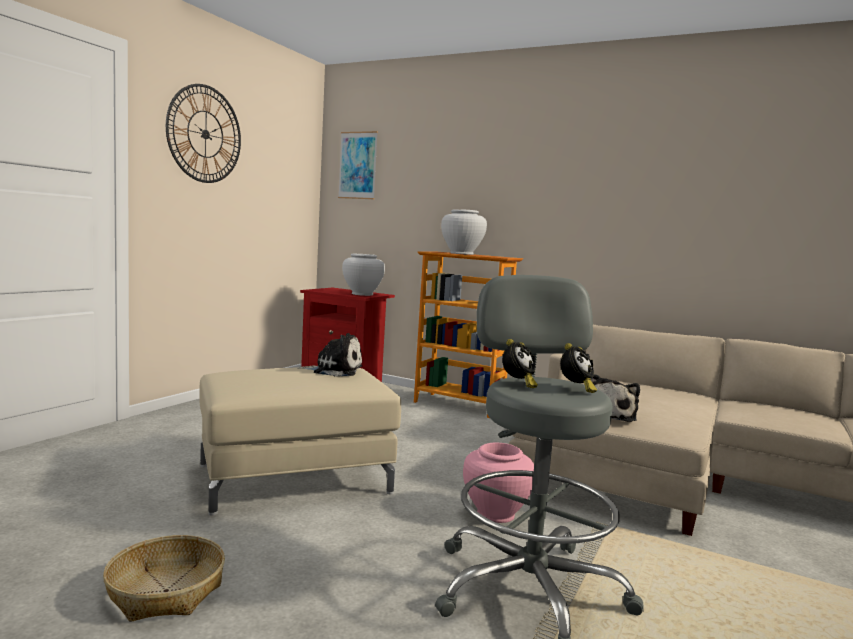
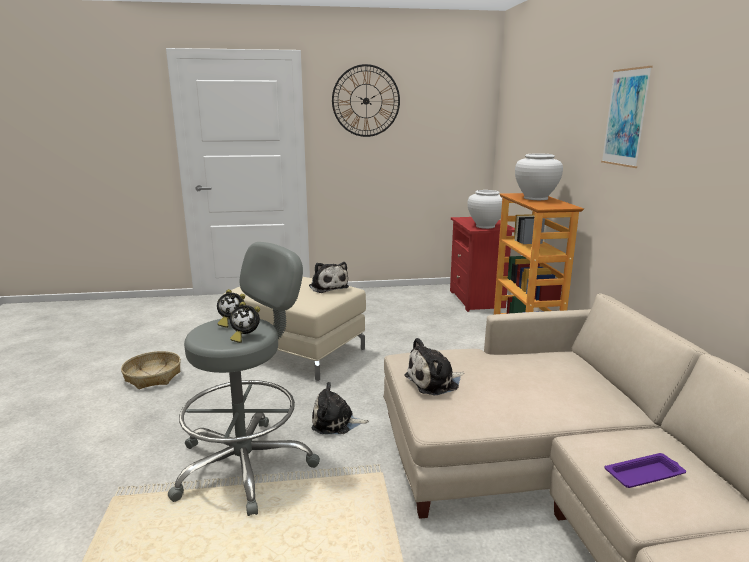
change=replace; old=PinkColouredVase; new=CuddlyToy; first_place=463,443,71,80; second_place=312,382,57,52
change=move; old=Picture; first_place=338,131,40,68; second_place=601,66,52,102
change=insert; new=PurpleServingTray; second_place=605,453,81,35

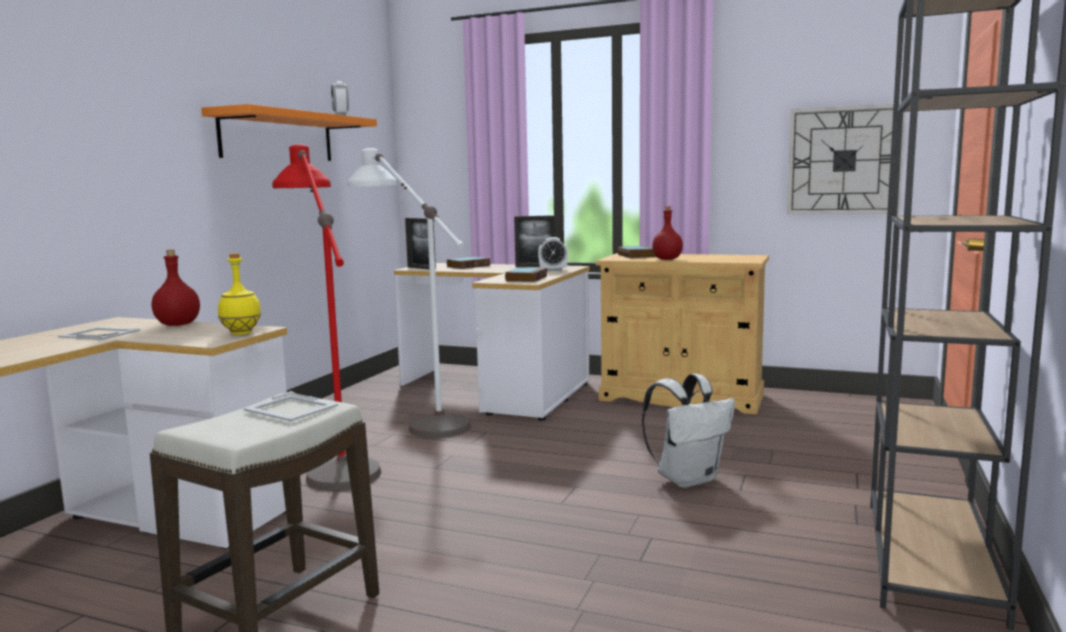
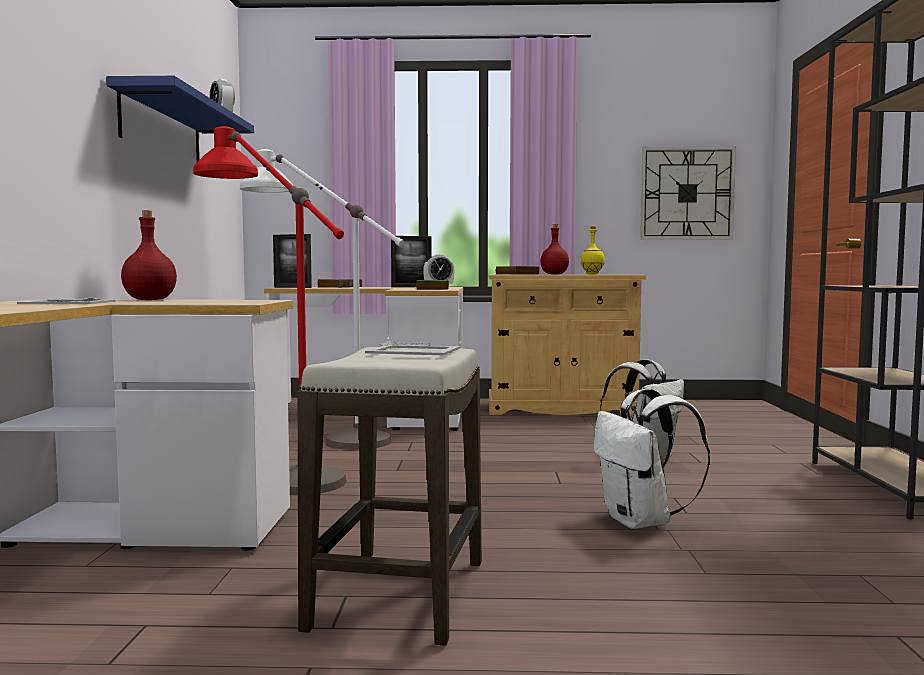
change=recolor; old=OrangeyWallShelf; new=BlueColouredWallShelf; first_place=201,104,176,57; second_place=106,76,148,86
change=move; old=YellowishDrinkBottle; first_place=218,253,43,82; second_place=581,226,24,48
change=insert; new=WhitishBackpack; second_place=594,388,116,141

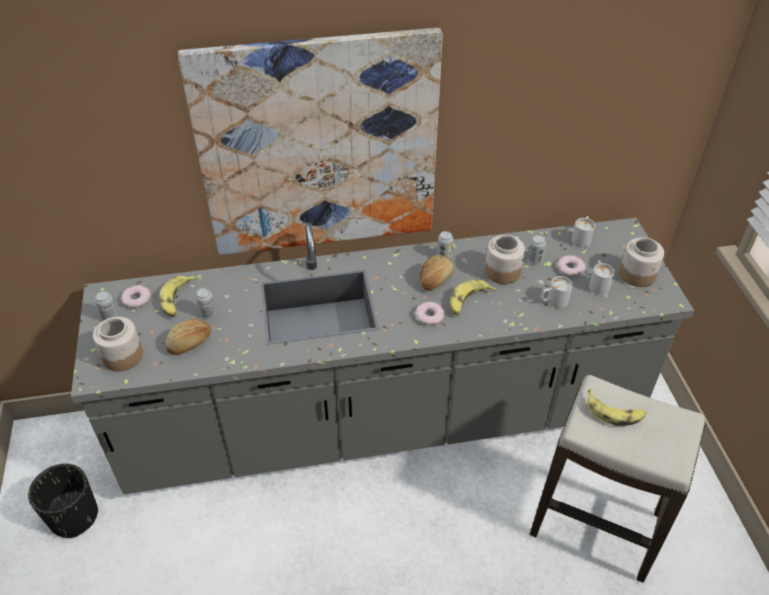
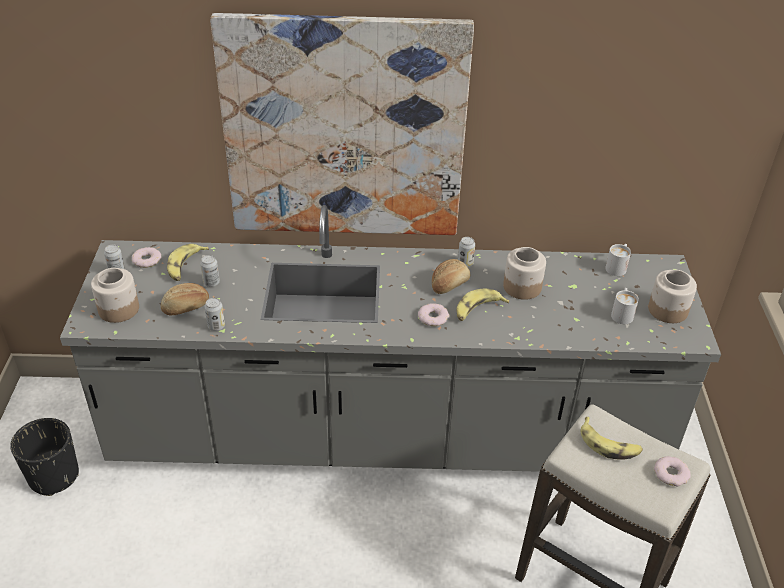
change=move; old=Can; first_place=528,235,18,29; second_place=205,298,20,33
change=move; old=RingDoughnut; first_place=557,255,29,21; second_place=654,456,37,30
change=delete; old=WhitishCoffeeMug; first_place=541,276,32,32

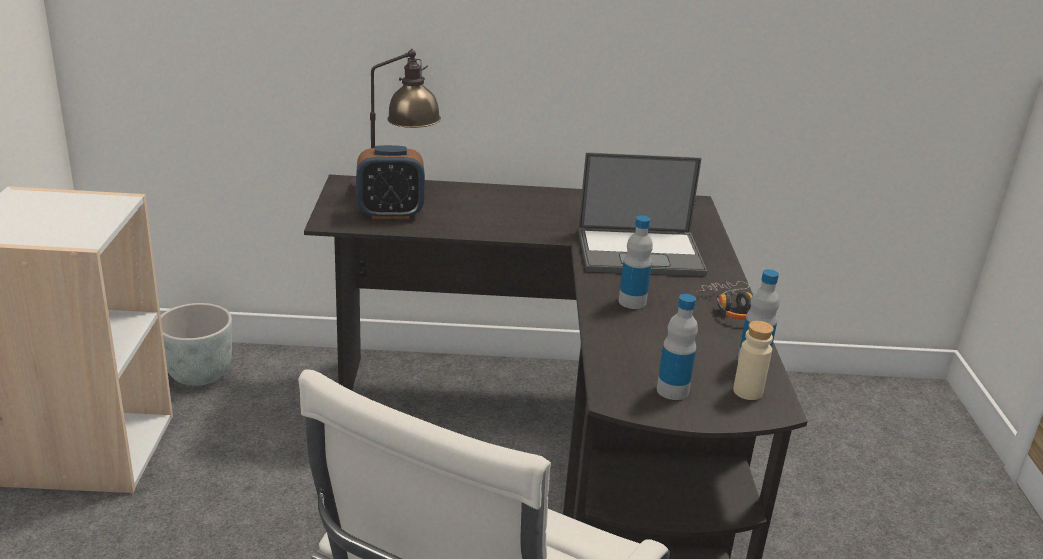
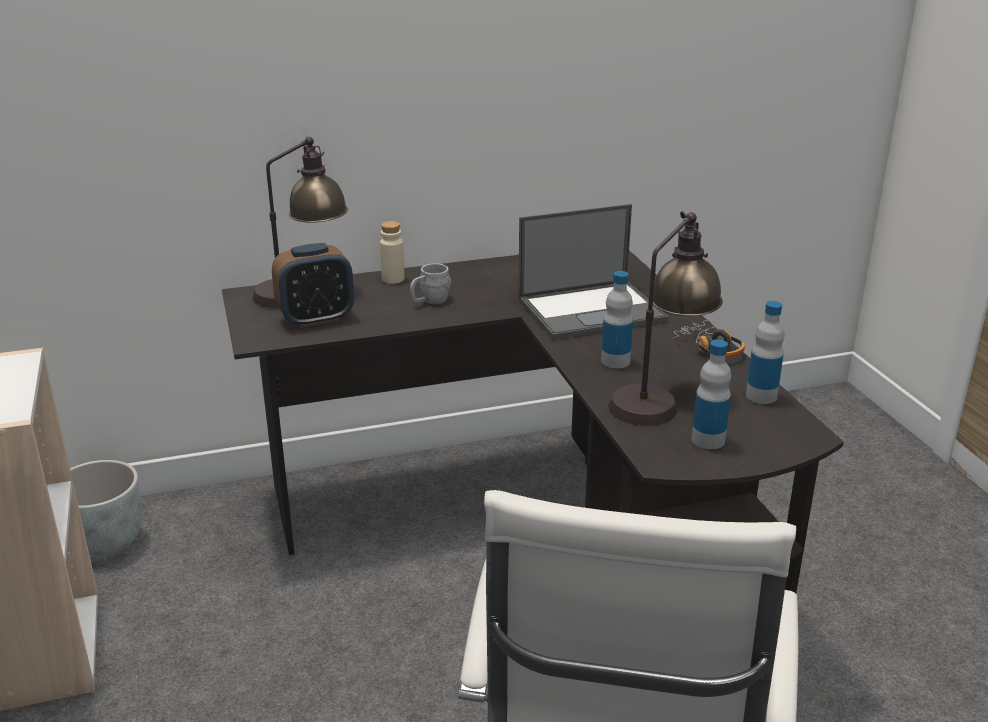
change=move; old=BeigeColouredDrinkBottle; first_place=733,321,41,79; second_place=380,221,24,63
change=insert; new=GreyCoffeeMug; second_place=410,263,41,41
change=insert; new=TabletopLamp; second_place=608,211,115,215

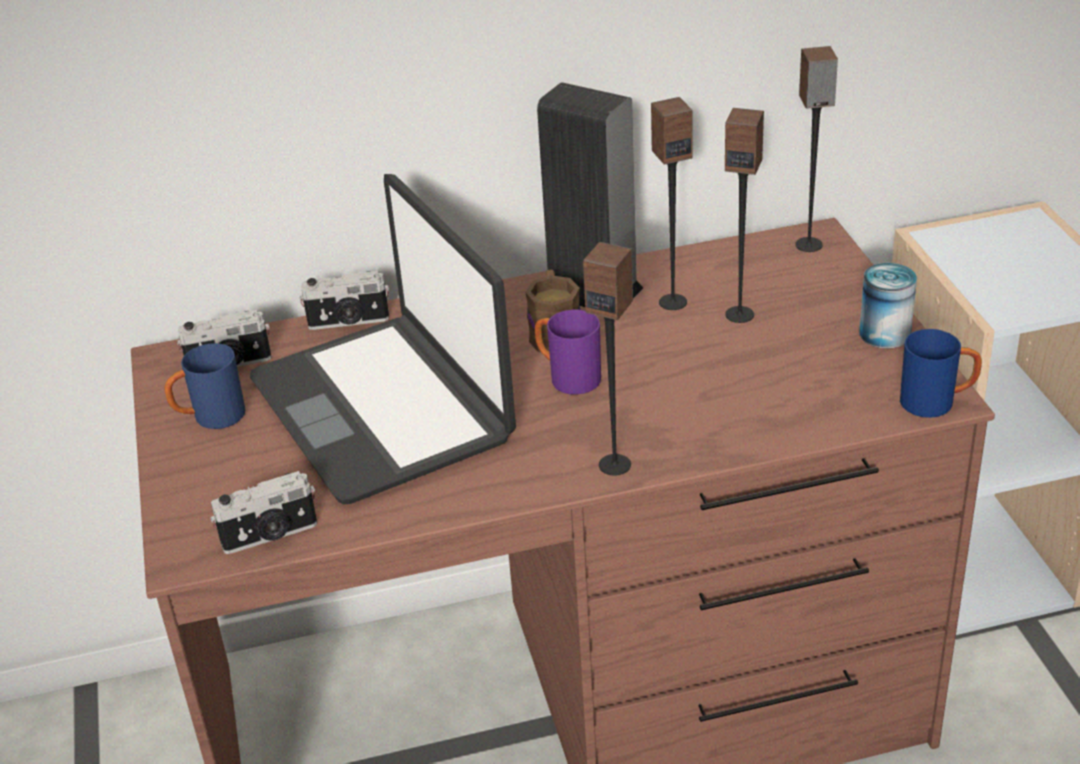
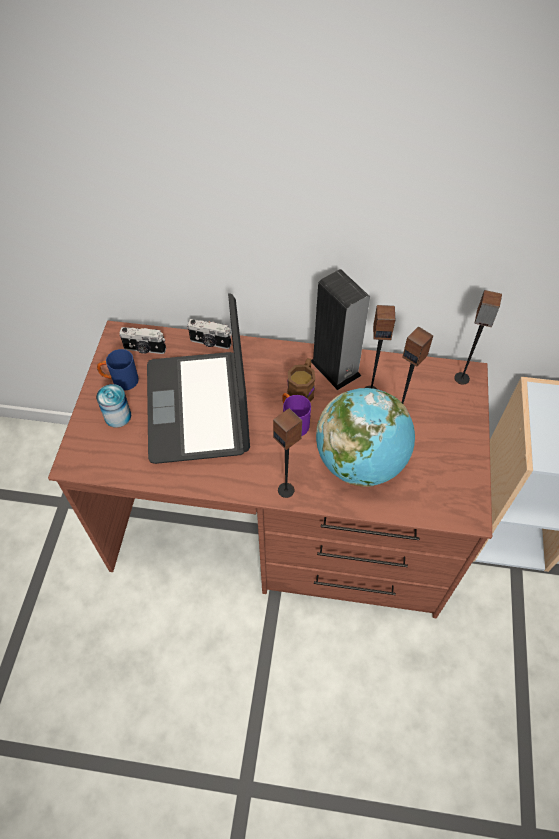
change=move; old=Can; first_place=859,263,58,85; second_place=96,384,35,44
change=insert; new=WorldGlobe; second_place=316,388,99,99
change=delete; old=PhotoCamera; first_place=211,471,106,83
change=delete; old=BlueColouredCoffeeMug; first_place=900,329,82,89

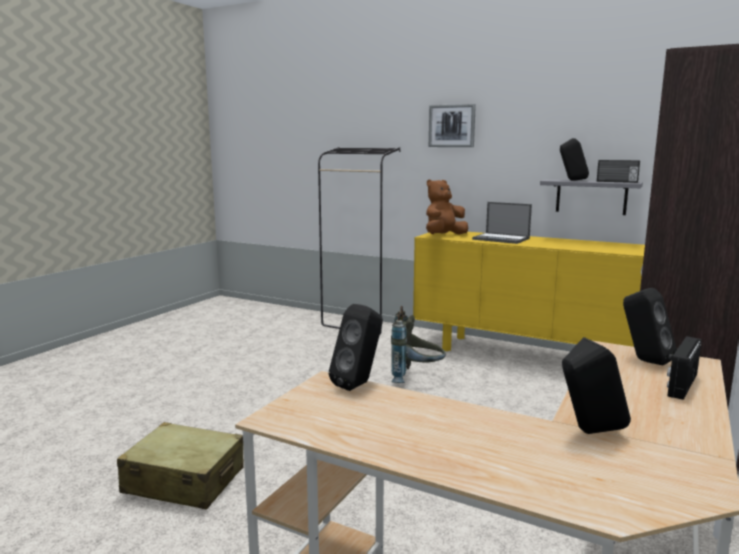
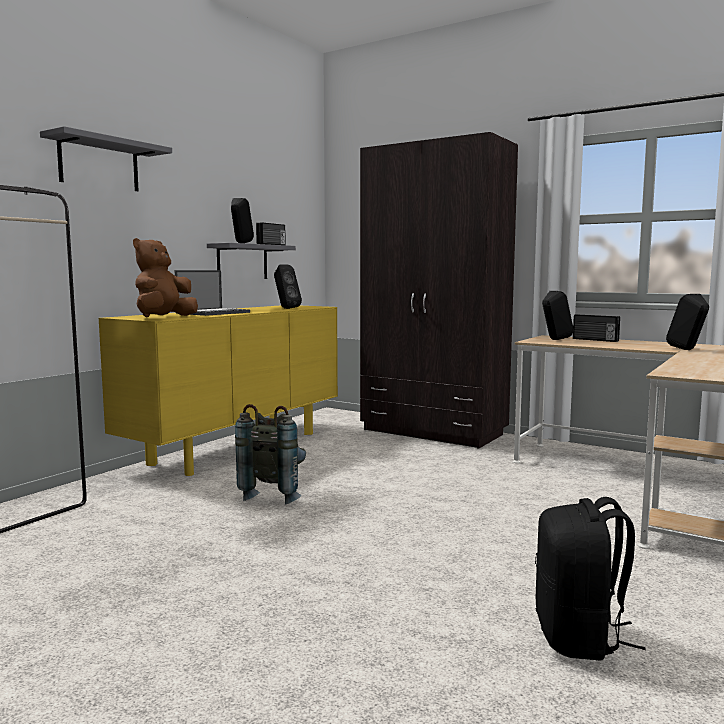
change=replace; old=Picture; new=GreyWallShelf; first_place=429,104,47,43; second_place=40,126,132,65
change=rotate; old=BrownCuddlyToy; first_place=426,179,42,56; second_place=133,238,65,79; degrees=60
change=move; old=BlackishAudioSpeaker; first_place=329,304,54,87; second_place=274,264,28,45
change=replace; old=BeigeColouredTravelCase; new=BlackishBackpack; first_place=117,422,127,88; second_place=535,497,111,163

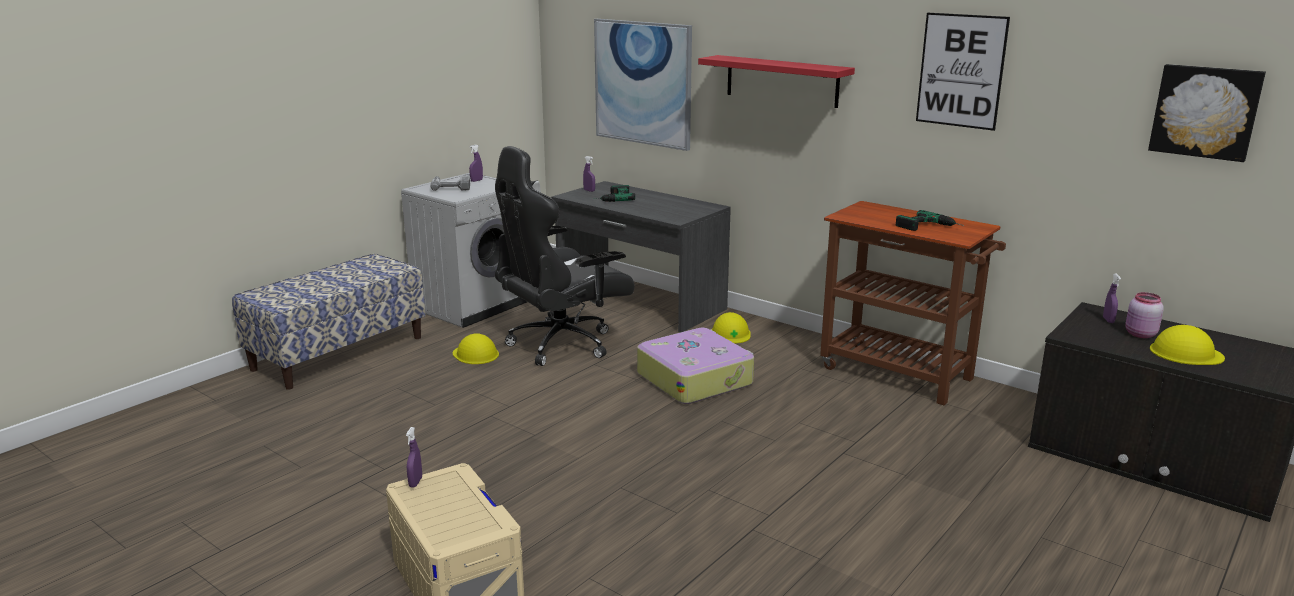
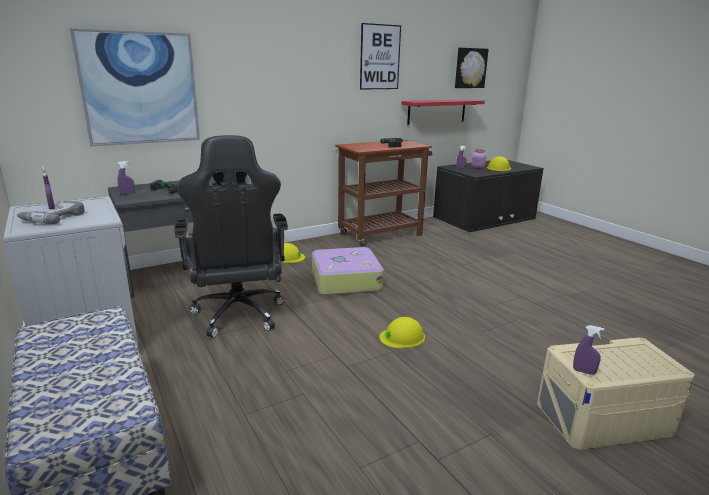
change=move; old=YellowishHardHat; first_place=453,334,46,30; second_place=379,317,46,31
change=move; old=RedWallShelf; first_place=698,55,157,53; second_place=402,99,83,26

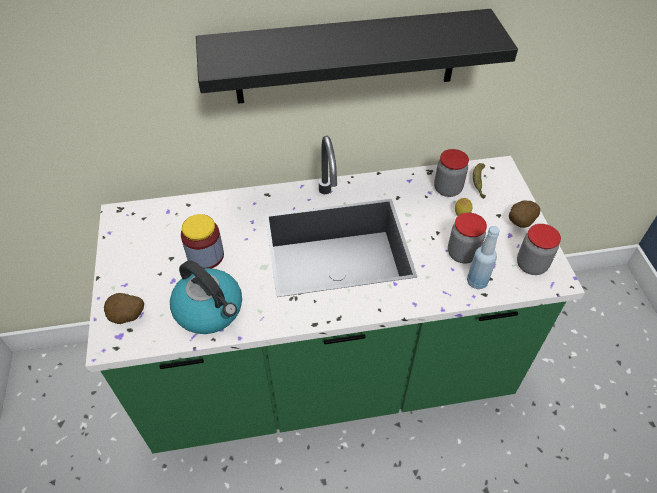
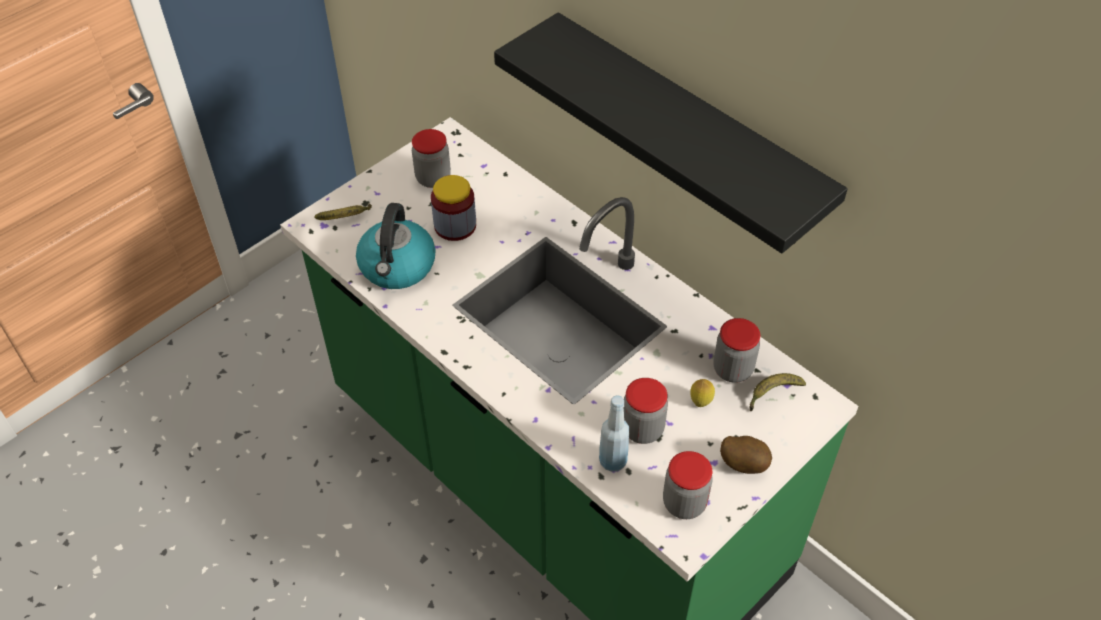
change=replace; old=Potato; new=WholeBanana; first_place=104,293,40,31; second_place=314,203,58,17
change=insert; new=StorageJar; second_place=412,129,39,59

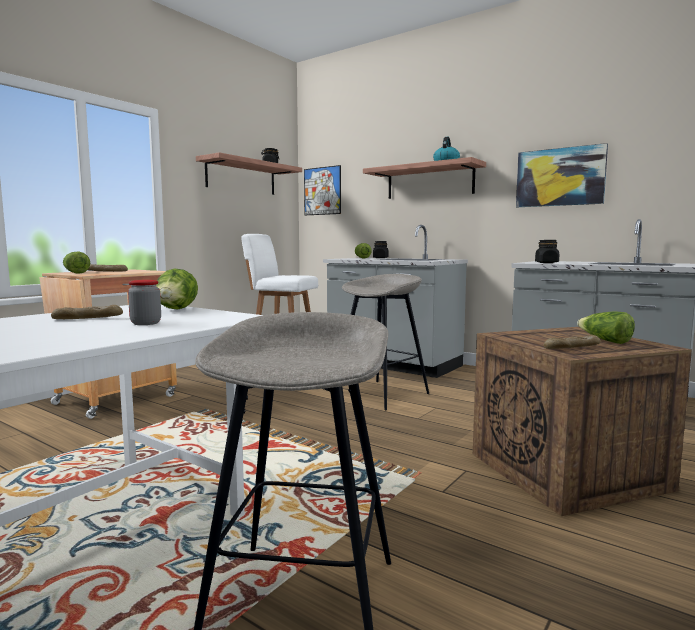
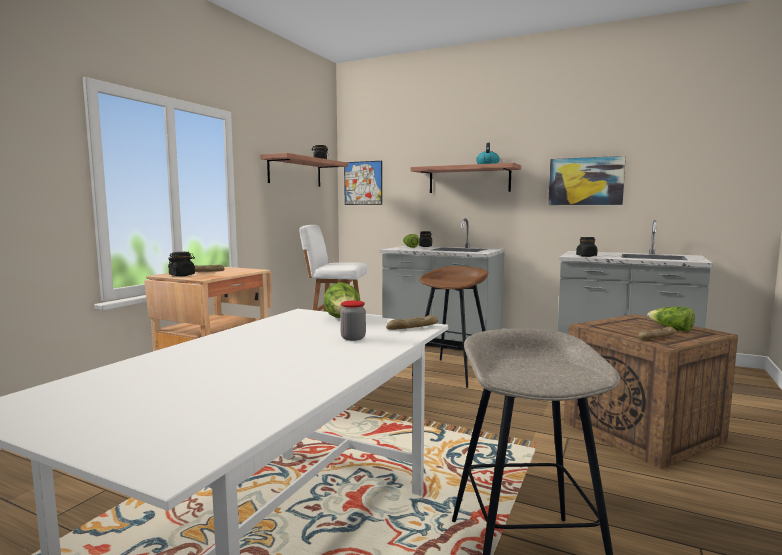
change=replace; old=HeadOfLettuce; new=BlackishStorageJar; first_place=63,252,28,22; second_place=168,252,27,24
change=move; old=BakeryBread; first_place=51,305,72,14; second_place=386,315,52,15
change=recolor; old=GreyStoolSeat; new=BrownStoolSeat; first_place=342,274,87,136; second_place=412,266,76,122

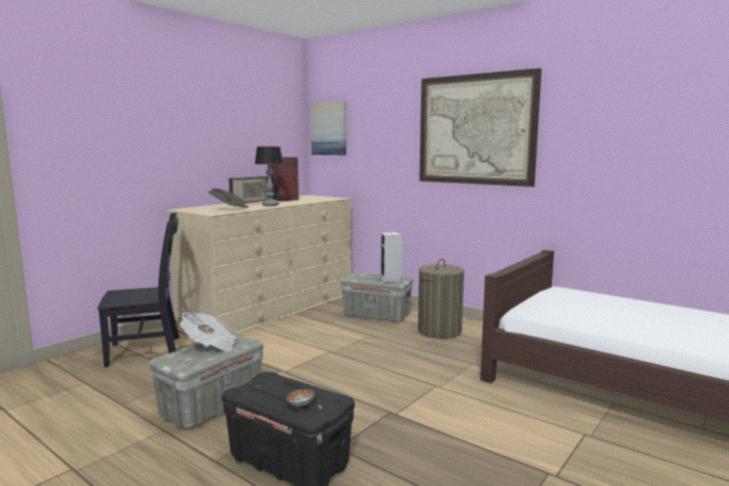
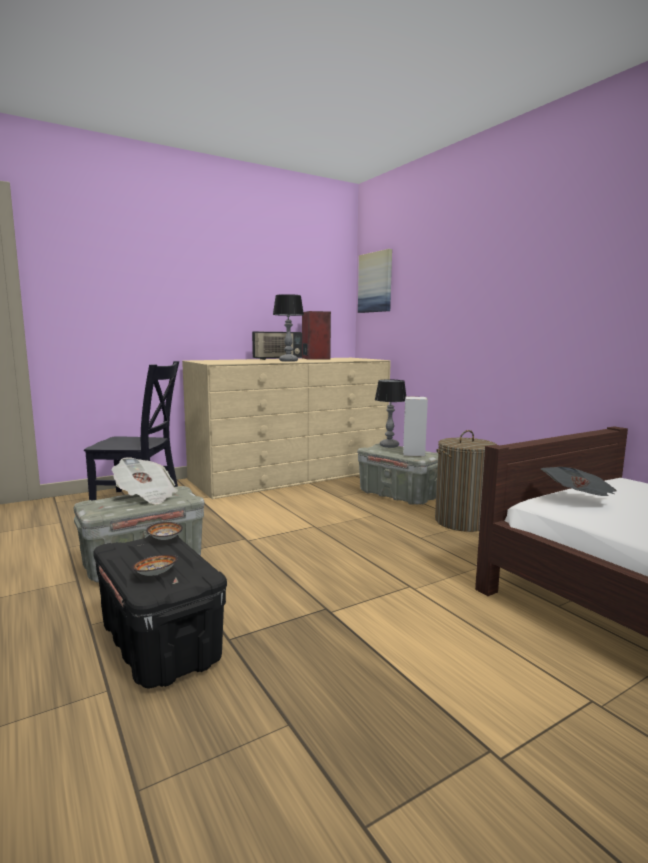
change=insert; new=Bowl; second_place=146,522,37,18
change=insert; new=TabletopLamp; second_place=375,380,31,68
change=move; old=Newspaper; first_place=208,188,40,20; second_place=541,467,75,29
change=delete; old=Picture; first_place=419,68,123,119

